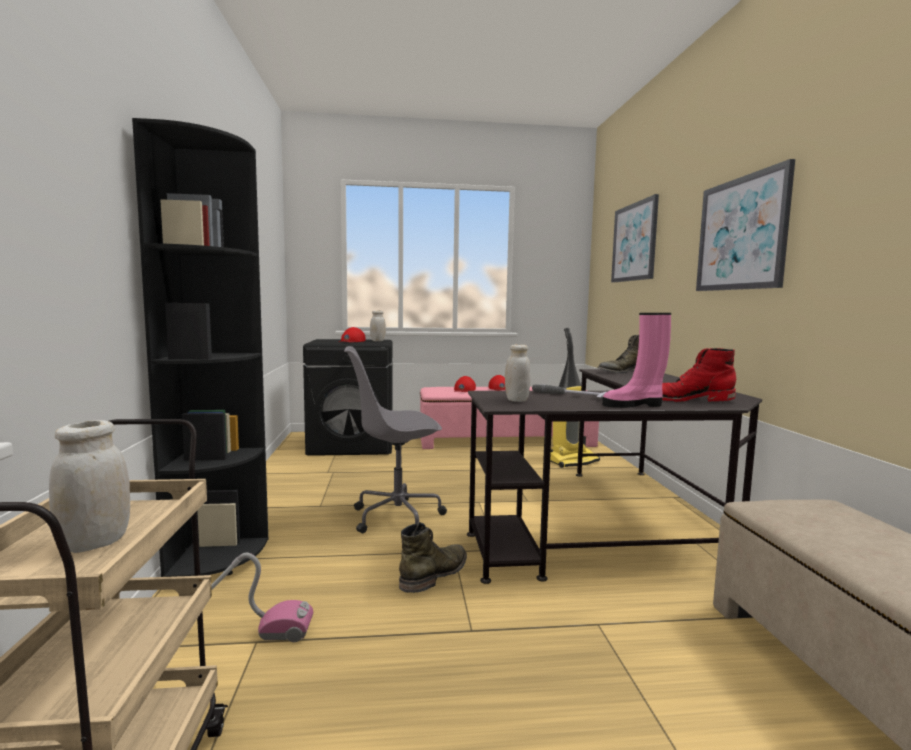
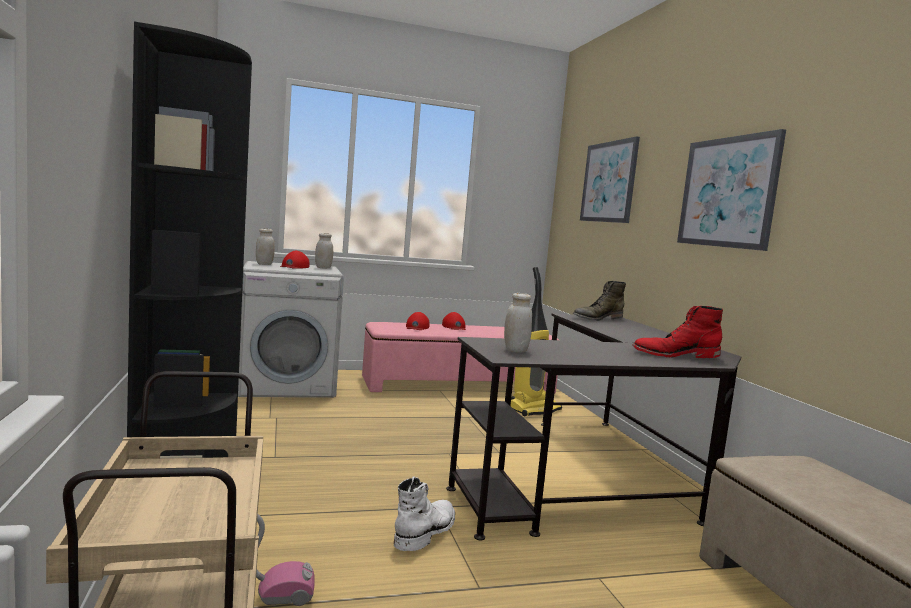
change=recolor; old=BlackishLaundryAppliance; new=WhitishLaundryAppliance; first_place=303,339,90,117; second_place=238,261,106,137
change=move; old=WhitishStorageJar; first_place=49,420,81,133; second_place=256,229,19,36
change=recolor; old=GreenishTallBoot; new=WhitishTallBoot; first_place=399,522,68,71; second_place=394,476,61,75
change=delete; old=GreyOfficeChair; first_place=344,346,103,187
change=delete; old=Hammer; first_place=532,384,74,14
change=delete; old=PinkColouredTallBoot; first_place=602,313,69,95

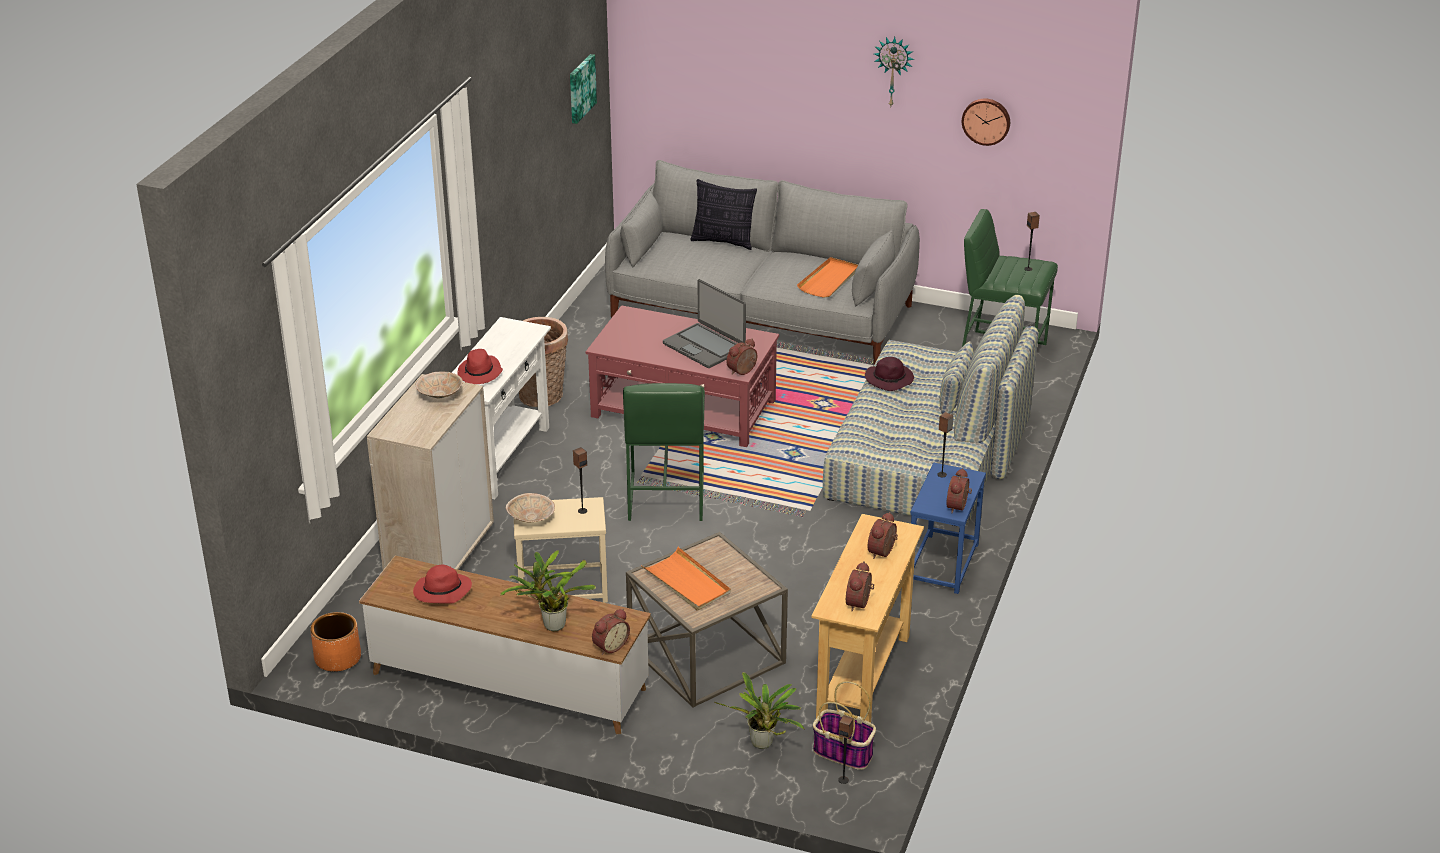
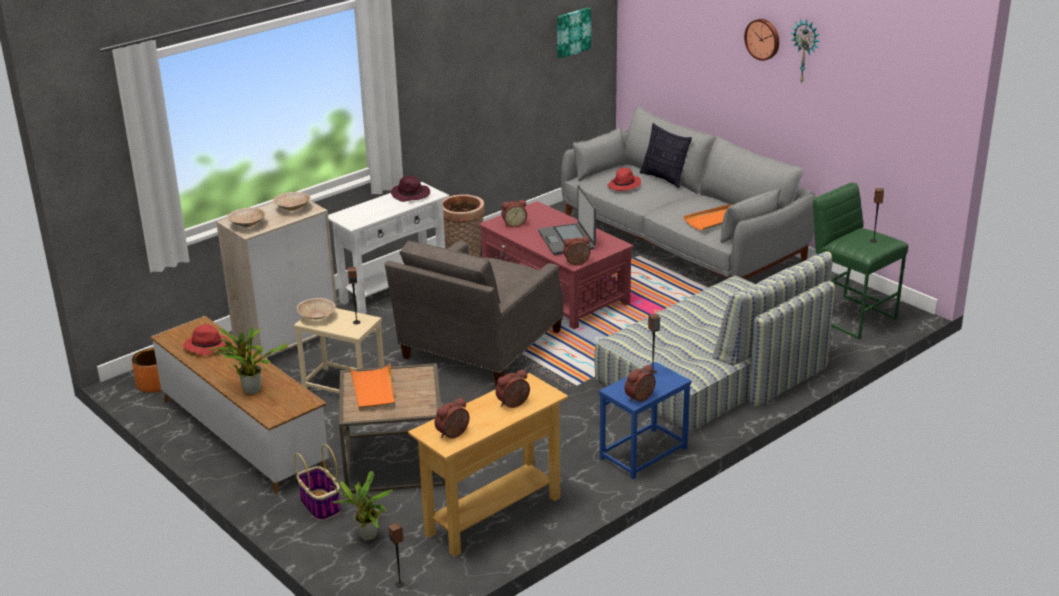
change=insert; new=BeigeColouredBowl; second_place=227,208,39,19
change=move; old=HouseholdBasket; first_place=813,681,63,89; second_place=294,444,47,77
change=replace; old=GreenishStoolSeat; new=GreyEasyChair; first_place=623,383,82,138; second_place=384,241,180,145
change=move; old=PurpleWearableHat; first_place=865,357,49,34; second_place=391,176,39,26
change=move; old=AlarmClock; first_place=592,609,38,46; second_place=501,200,26,27
change=move; old=RedWearableHat; first_place=457,349,46,35; second_place=607,168,34,23
change=move; old=ClockOnTheWall; first_place=962,99,48,47; second_place=744,19,35,42

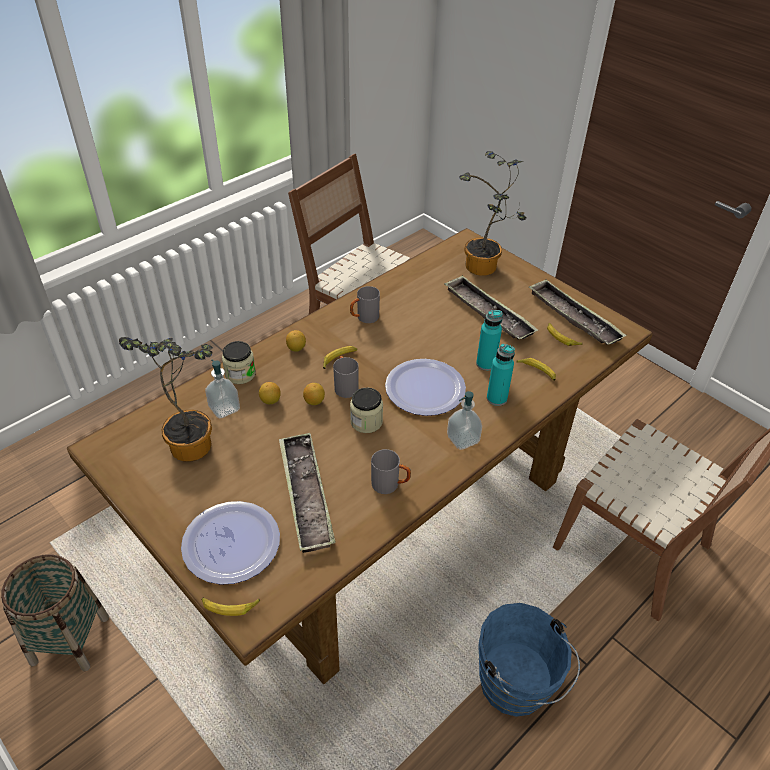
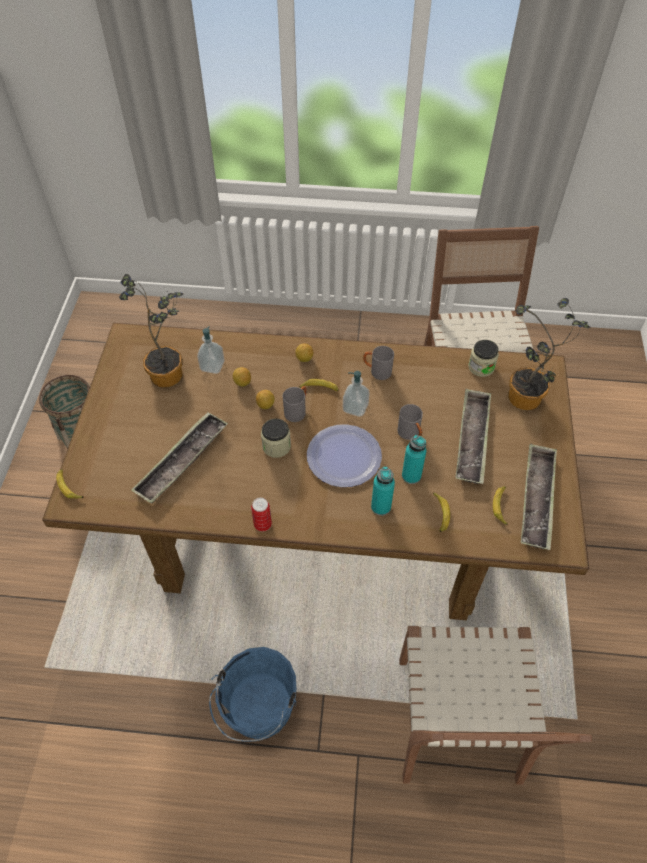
change=insert; new=Can; second_place=251,498,21,34
change=move; old=LiquidSoapBottle; first_place=447,391,35,59; second_place=343,371,27,46
change=move; old=GreyCoffeeMug; first_place=371,449,40,45; second_place=397,404,26,36
change=move; old=StorageJar; first_place=222,341,34,43; second_place=468,340,31,37
change=delete; old=DinnerPlate; first_place=181,501,99,84

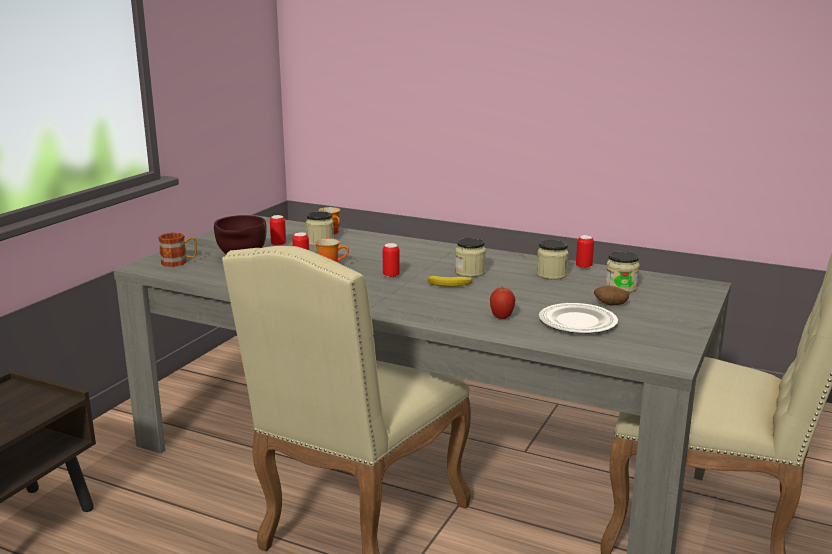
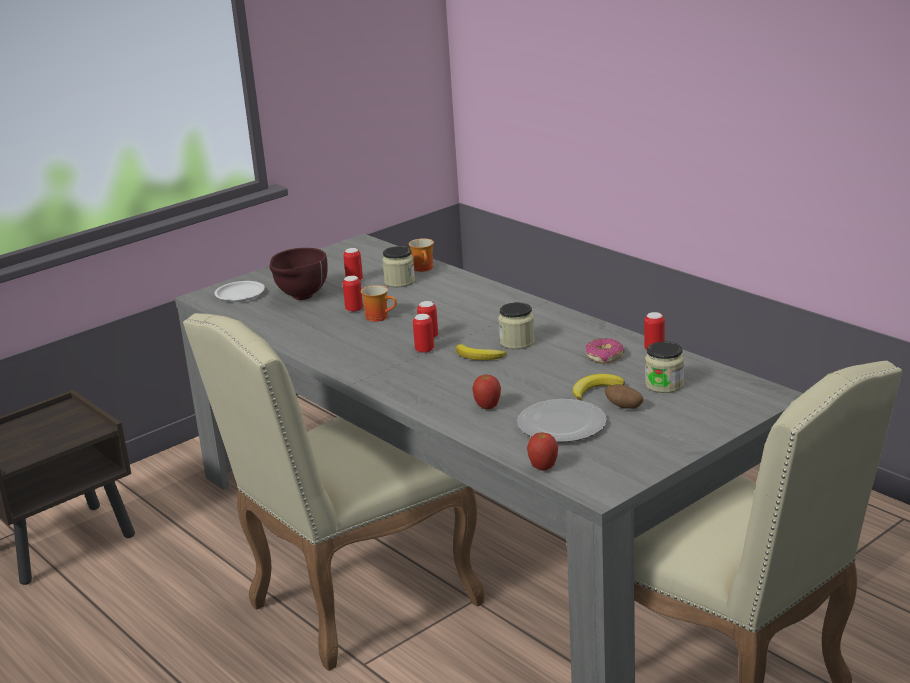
change=replace; old=CoffeeMug; new=WhitishDinnerPlate; first_place=158,233,39,34; second_place=214,281,51,21
change=insert; new=Can; second_place=413,314,21,39
change=insert; new=WholeApple; second_place=527,432,31,38
change=insert; new=WholeBanana; second_place=573,374,52,26
change=replace; old=StorageJar; new=RingDoughnut; first_place=536,240,33,39; second_place=586,338,39,25

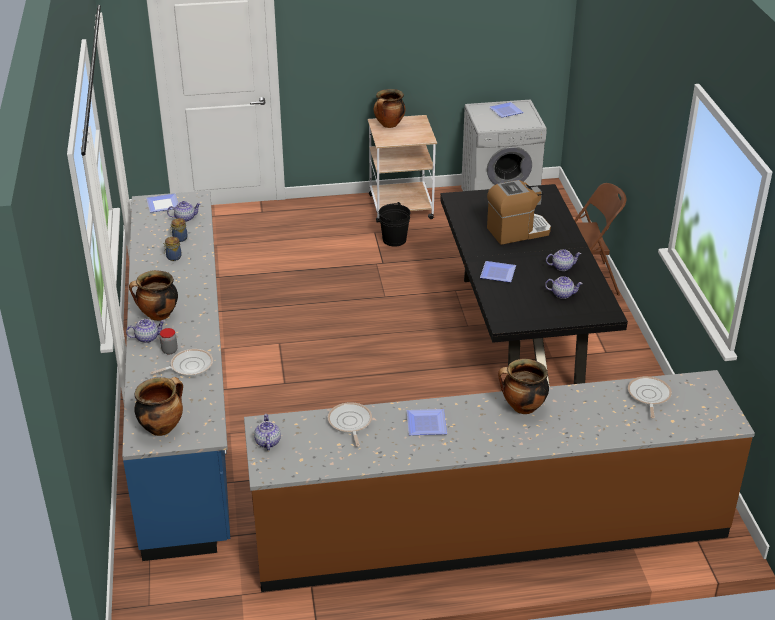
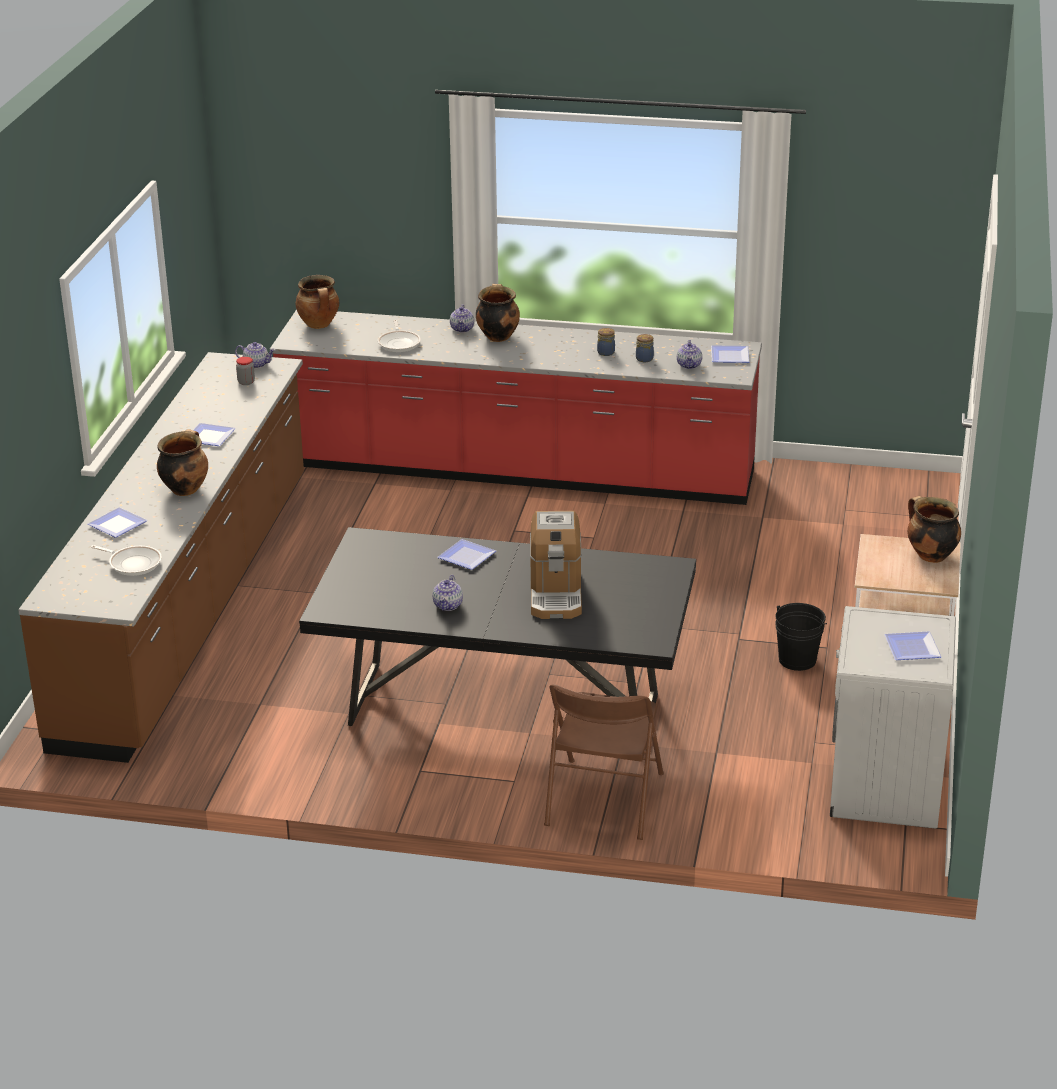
change=insert; new=DinnerPlate; second_place=87,507,61,31
change=move; old=StorageJar; first_place=160,328,18,26; second_place=236,357,19,28
change=recolor; old=BlueColouredKitchenCounter; new=RedKitchenCounter; first_place=122,190,108,371; second_place=270,309,492,196
change=delete; old=FryingPan; first_place=328,402,44,45
change=delete; old=Teapot; first_place=545,276,38,23

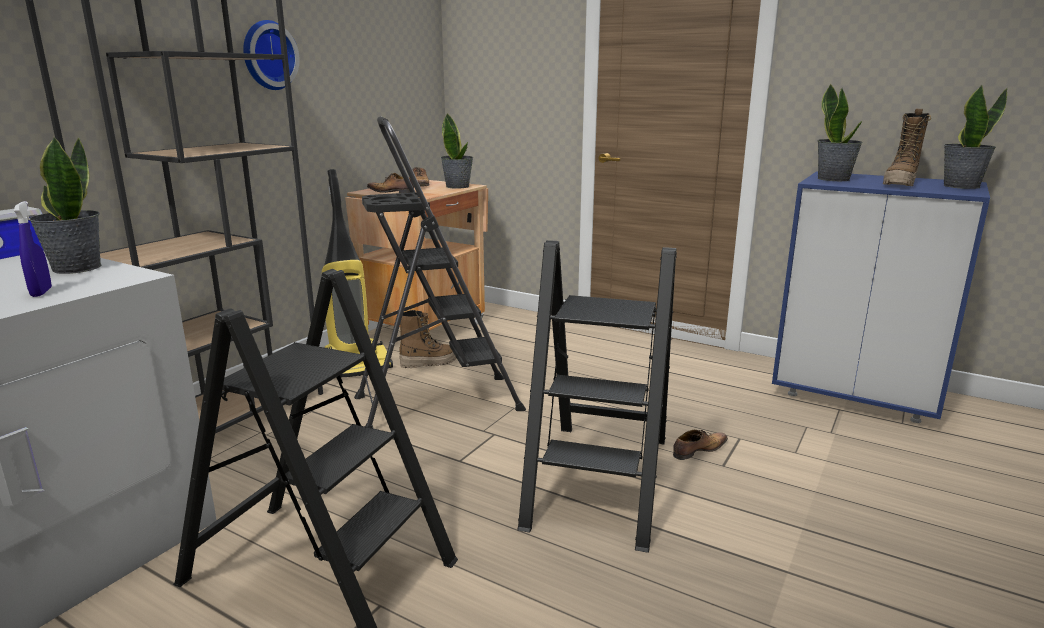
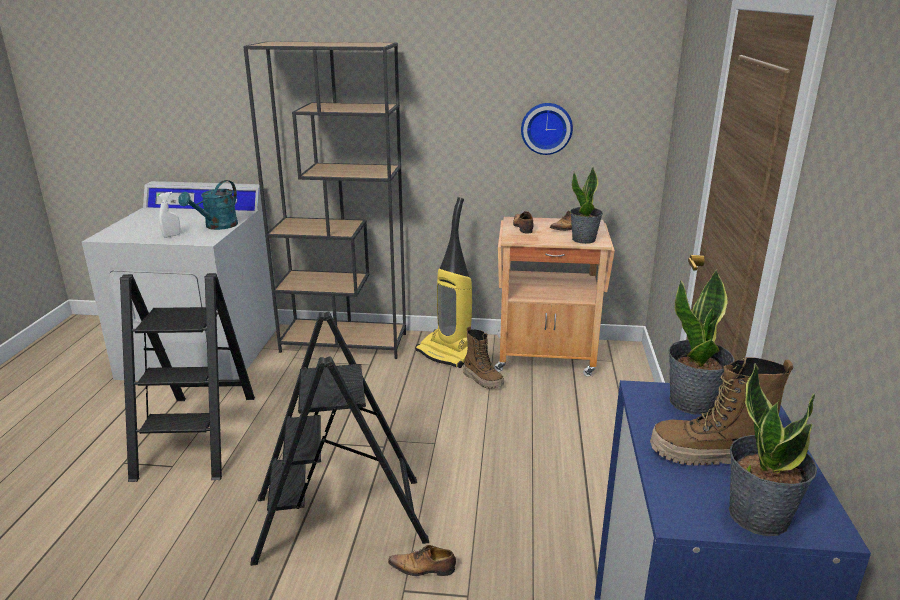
change=recolor; old=BlueColouredHandSprayer; new=WhitishHandSprayer; first_place=13,201,39,96; second_place=159,192,22,45
change=replace; old=PlantInAPot; new=BlueGreenSprinklingCan; first_place=30,137,72,137; second_place=178,180,60,50
change=rotate; old=ItemOfFootwear; first_place=673,430,55,30; second_place=388,545,68,31; degrees=150
change=move; old=ClockOnTheWall; first_place=243,20,57,70; second_place=521,103,52,52
change=delete; old=StepLadder; first_place=354,117,172,311

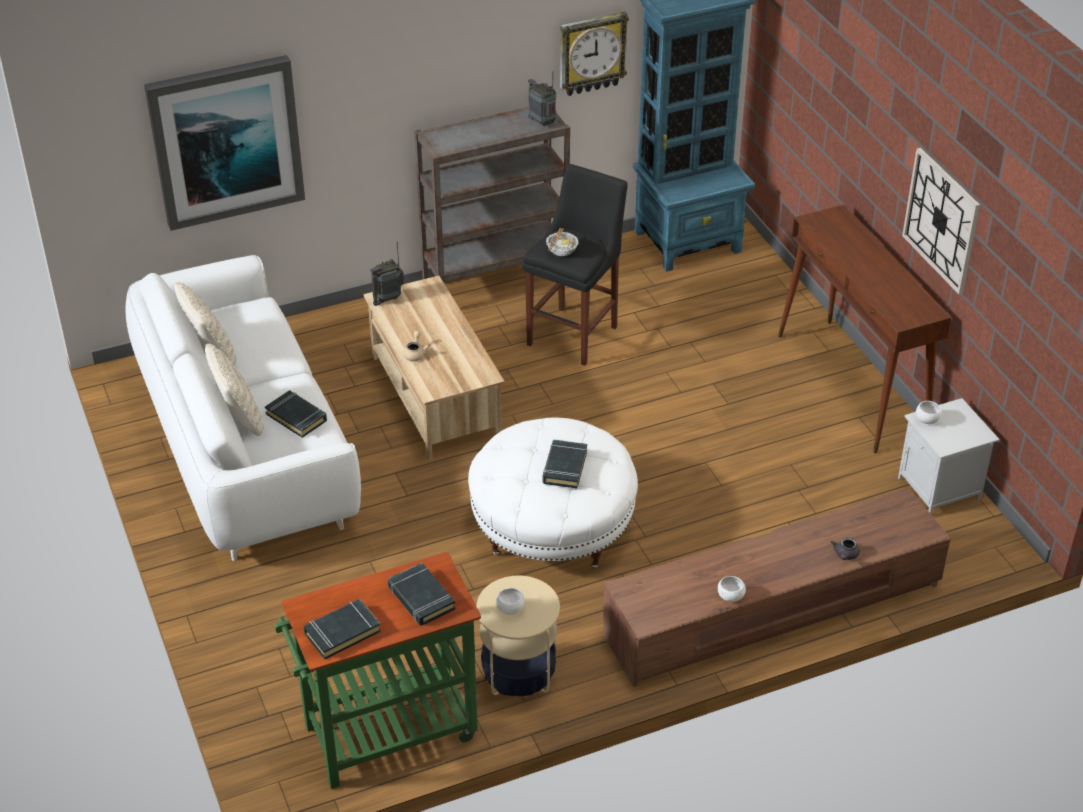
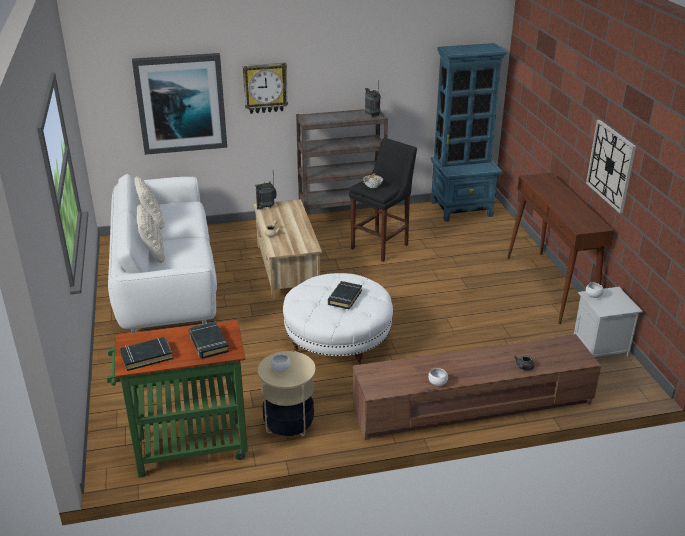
change=move; old=ClockOnTheWall; first_place=560,11,69,85; second_place=242,63,46,51
change=delete; old=BlackishVolume; first_place=265,390,62,48

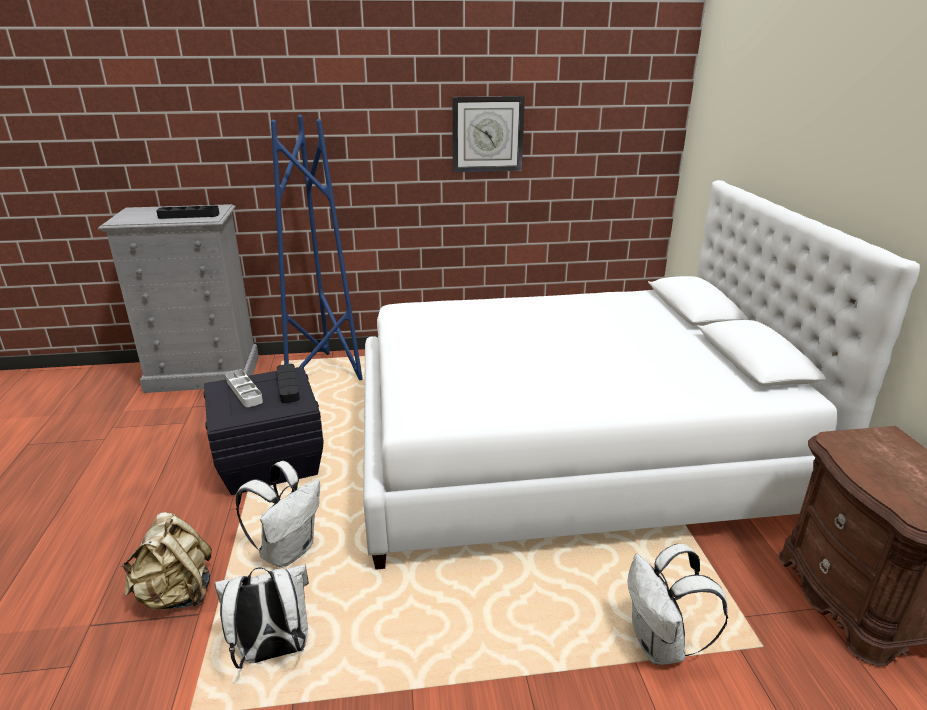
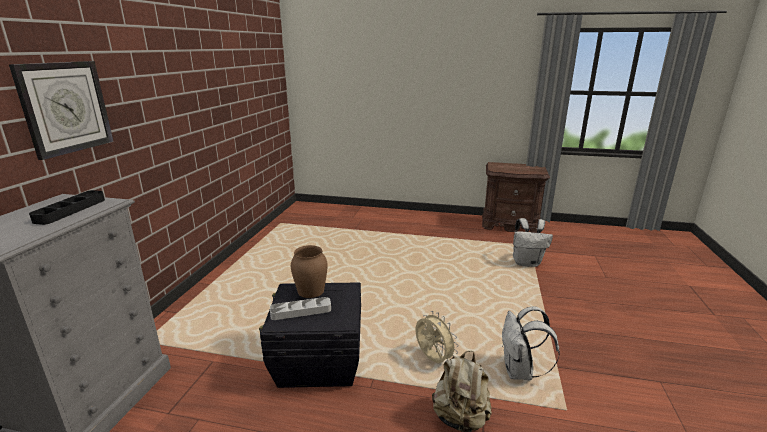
change=move; old=ClockOnTheWall; first_place=452,96,73,76; second_place=9,61,105,99
change=replace; old=BlackishServingTray; new=BrownVase; first_place=277,364,23,39; second_place=291,245,37,53
change=replace; old=WhitishBackpack; new=BeigeColouredElectricFan; first_place=236,461,84,107; second_place=415,311,44,52
change=delete; old=BlueColouredGarmentRack; first_place=271,115,92,265
change=delete; old=WhitishBed; first_place=363,180,557,390

